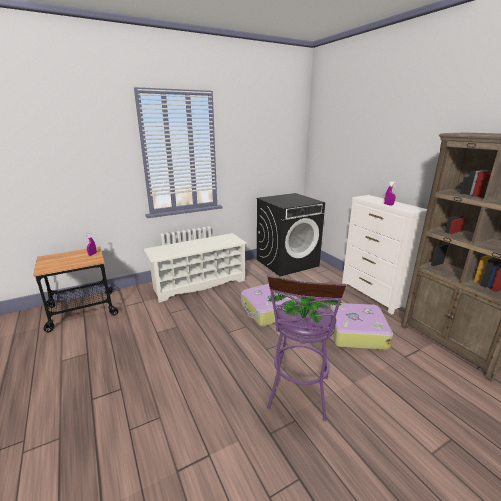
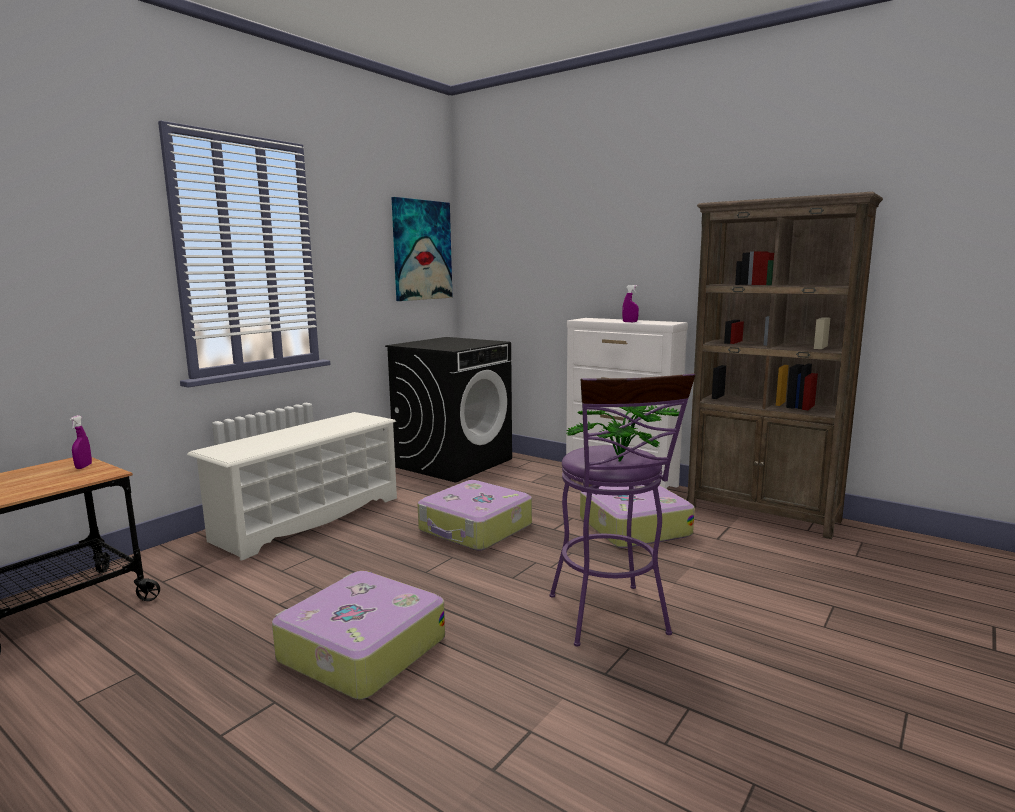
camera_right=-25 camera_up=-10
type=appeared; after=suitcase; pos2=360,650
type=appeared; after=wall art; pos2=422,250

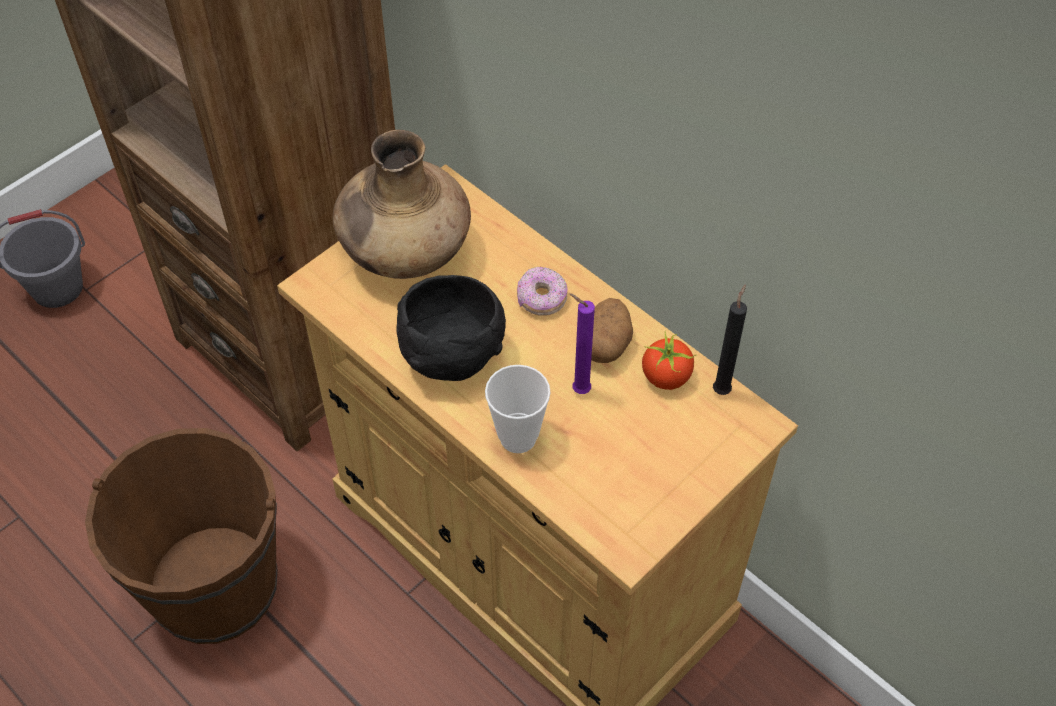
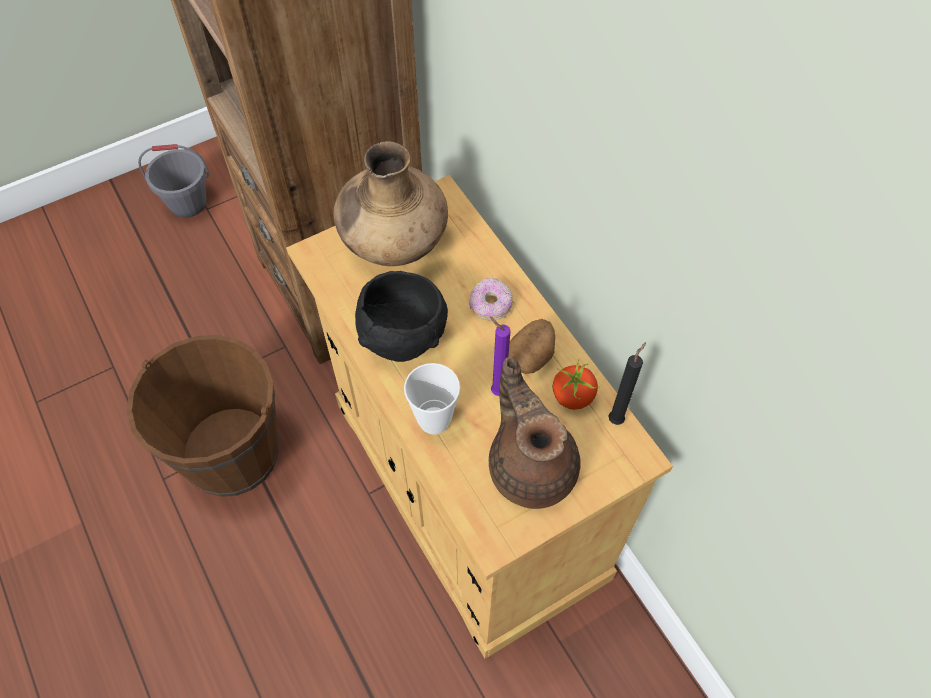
camera_right=15 camera_up=5
type=appeared; after=brown-coloured pot for tea; pos2=531,465

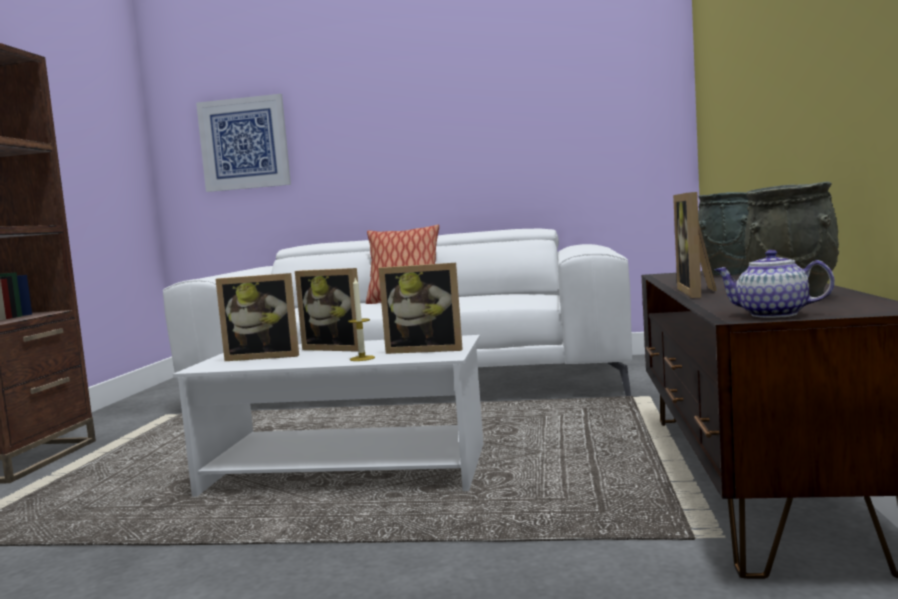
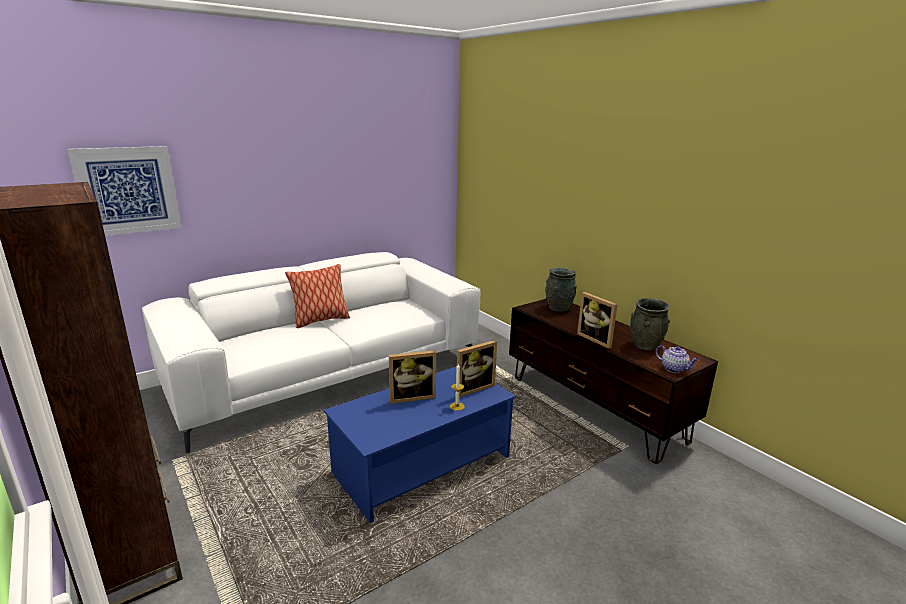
camera_right=-45 camera_up=15
type=missing; before=picture frame; pos1=264,356
type=colour; before=white lounge table; after=bluish lounge table; pos1=348,470; pos2=423,464
type=spun; before=pot for tea; pos1=771,314; pos2=674,369; turn=-120

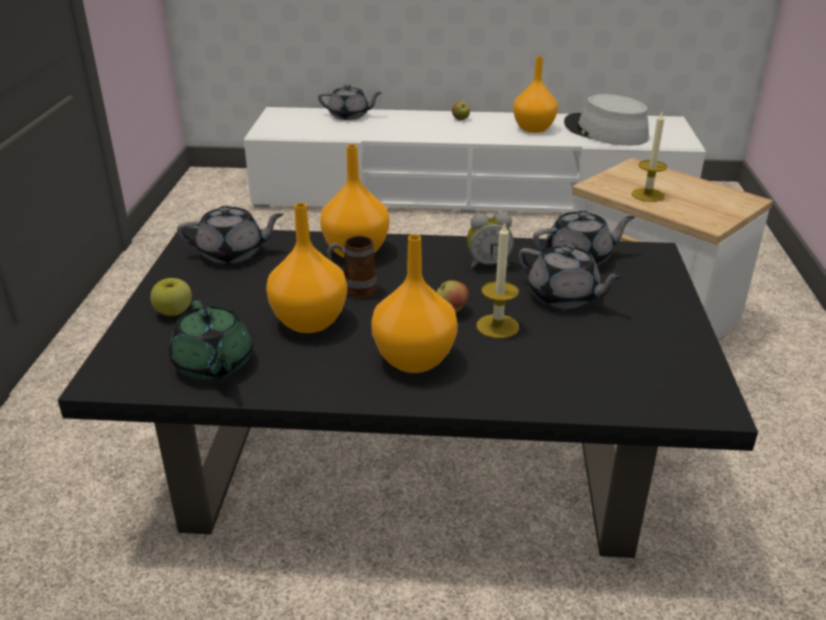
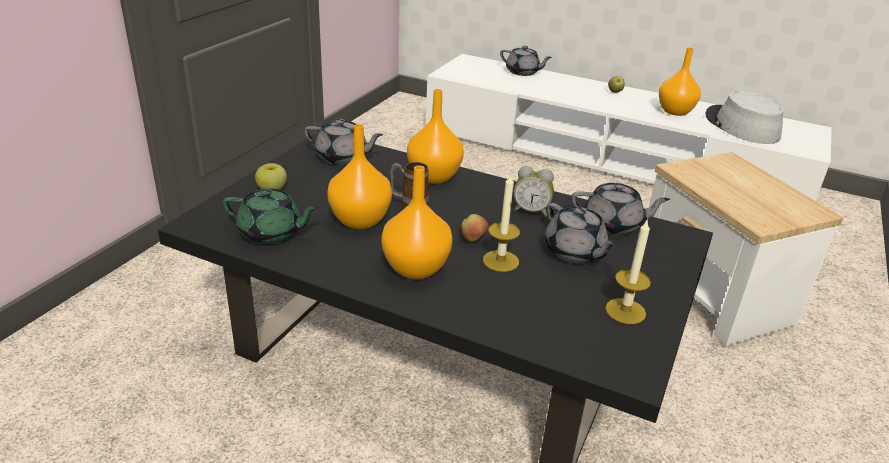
camera_right=20 camera_up=0
type=relocated; before=wax light; pos1=648,195; pos2=625,311
type=spun; before=greenish pot for tea; pos1=213,365; pos2=271,233; turn=-75

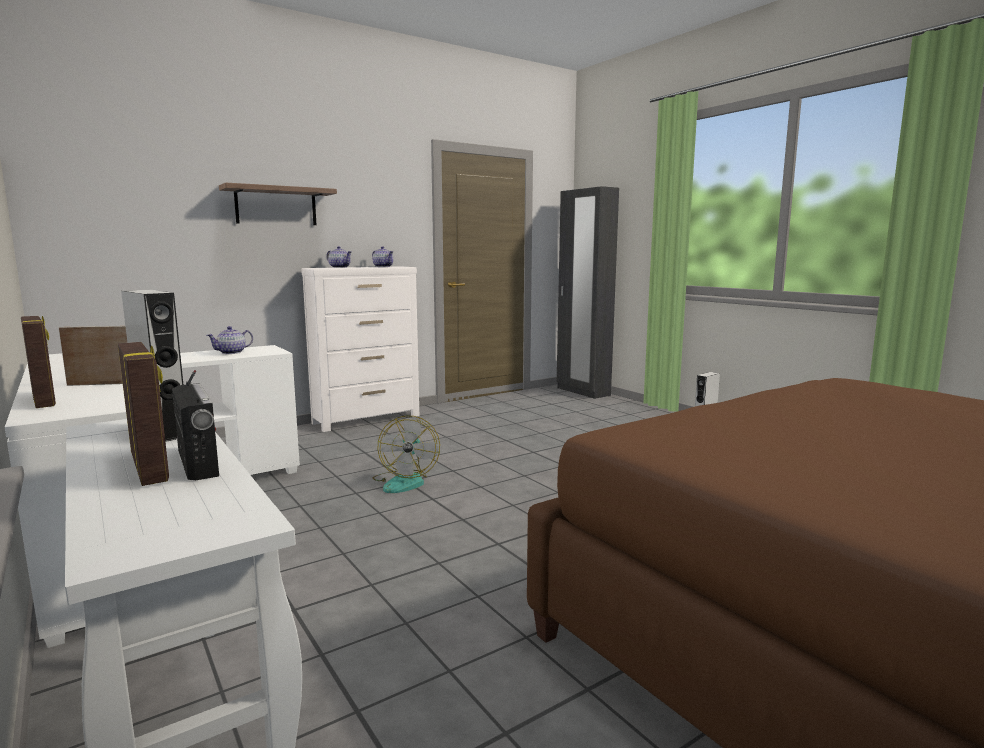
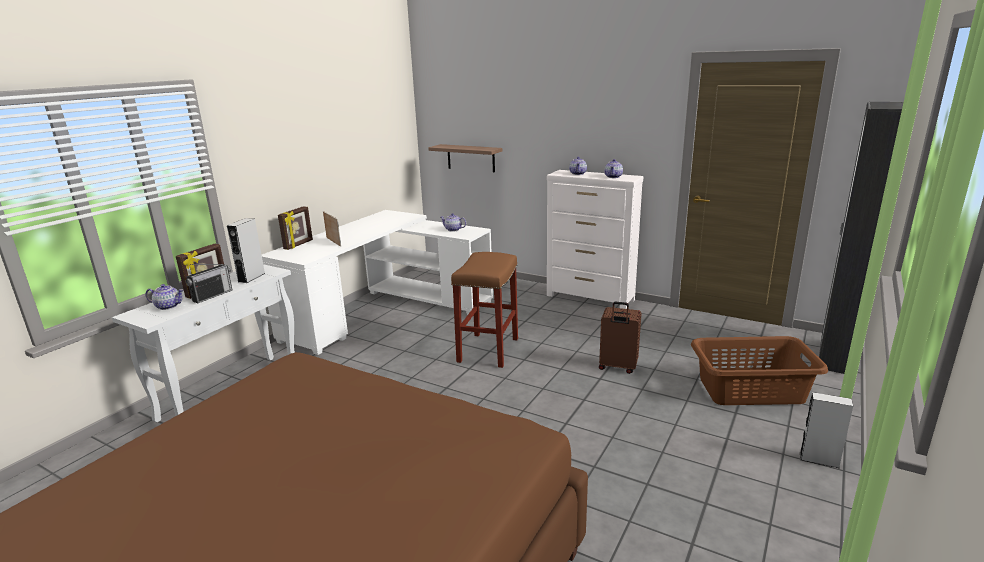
camera_right=65 camera_up=10
type=appeared; after=pot for tea; pos2=168,306
type=appeared; after=brown-coloured suitcase; pos2=617,367
type=appeared; after=brown-coloured washing basket; pos2=751,390
type=relocated; before=wall shelf; pos1=276,206; pos2=471,158
type=exchanged; before=electric fan; after=brown-coloured stool; pos1=405,481; pos2=488,350

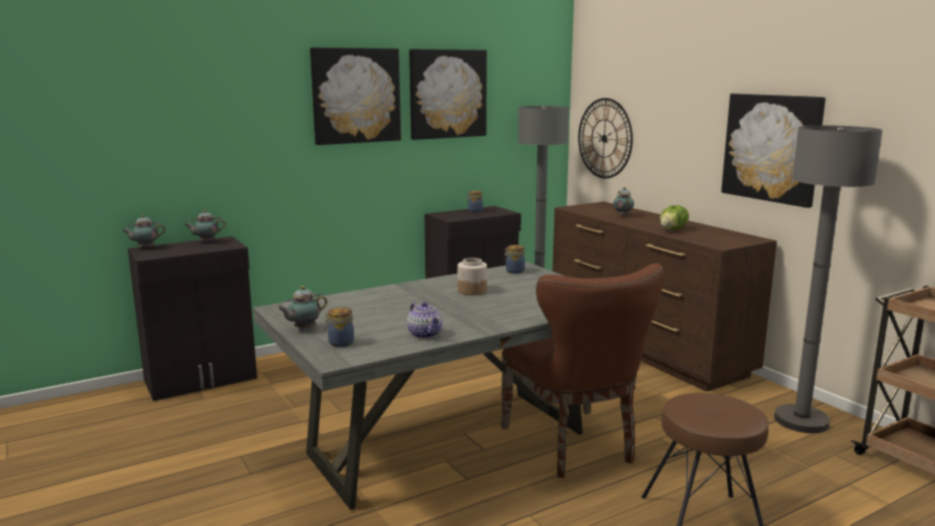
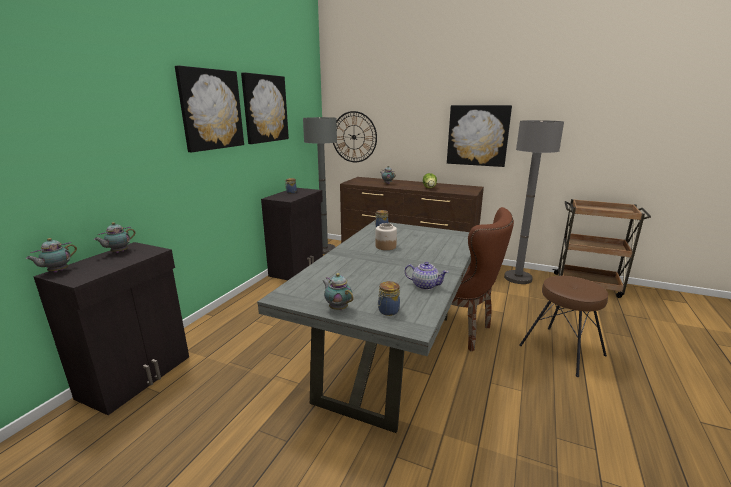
camera_right=-35 camera_up=5
type=spun; before=pot for tea; pos1=303,329; pos2=337,308; turn=120

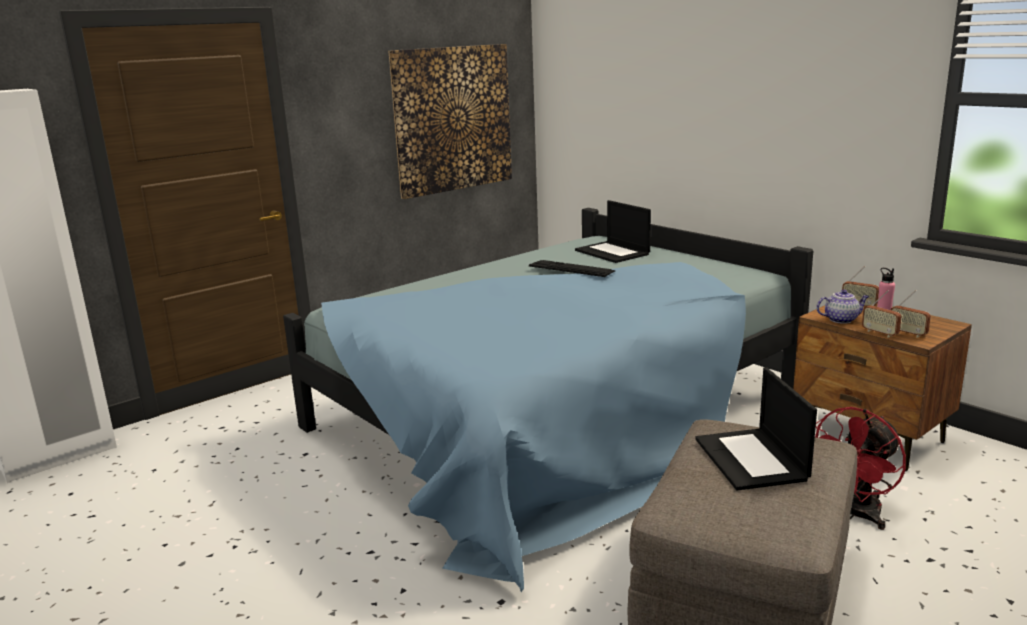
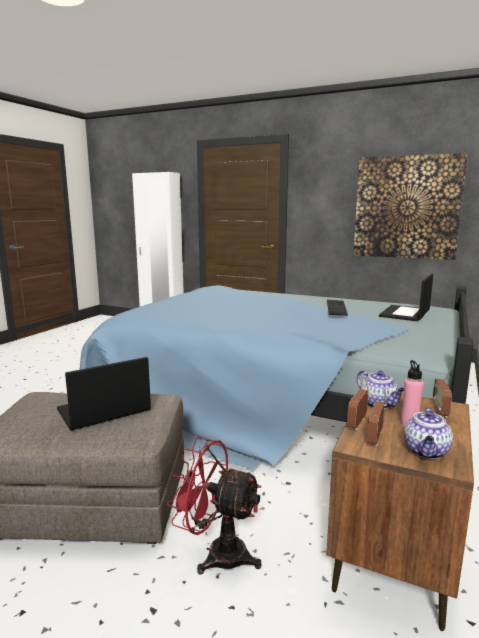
camera_right=65 camera_up=-5
type=appeared; after=pot for tea; pos2=426,452

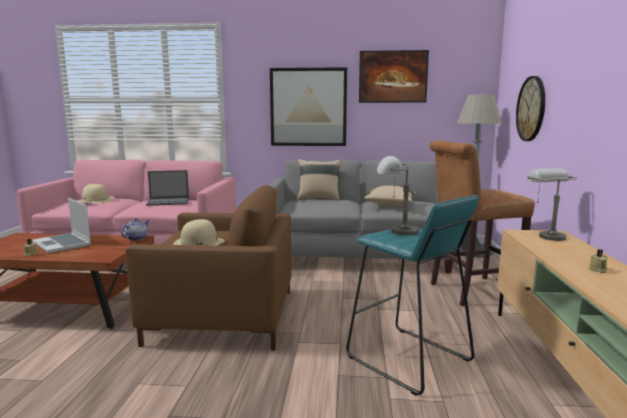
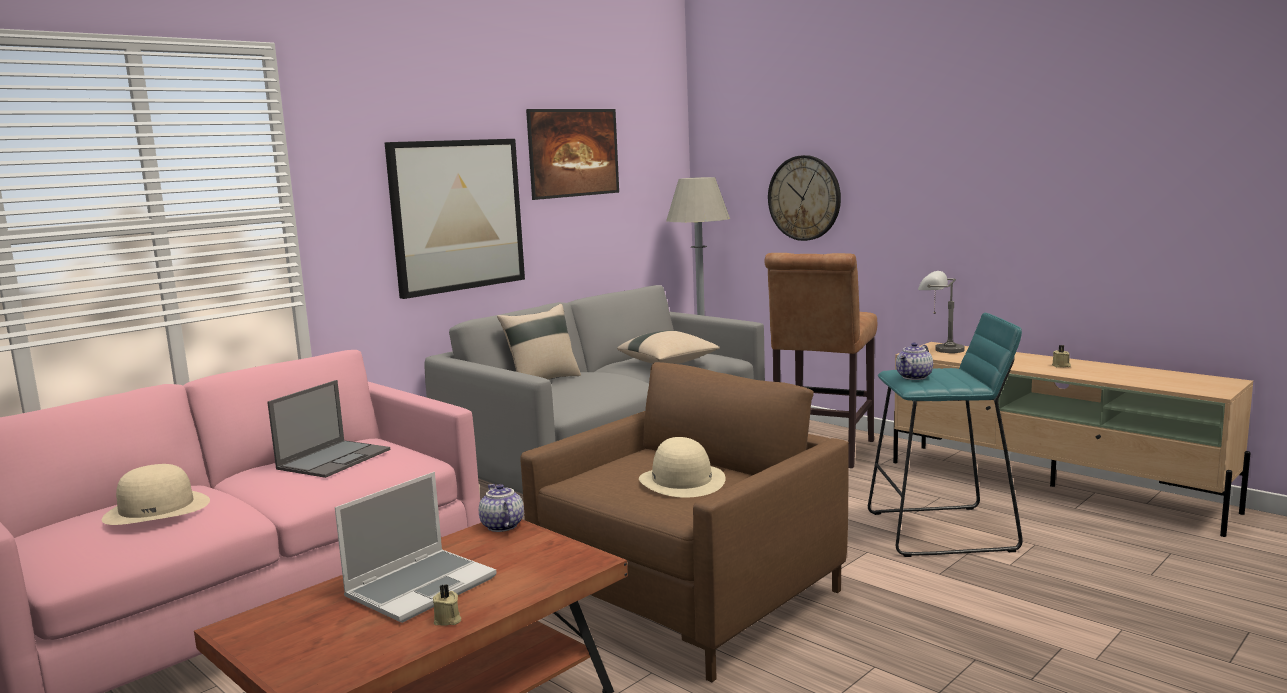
camera_right=-50 camera_up=0
type=exchanged; before=greyish lamp for a table; after=pot for tea; pos1=394,231; pos2=914,377
type=spun; before=notebook computer; pos1=63,244; pos2=421,586; turn=-45

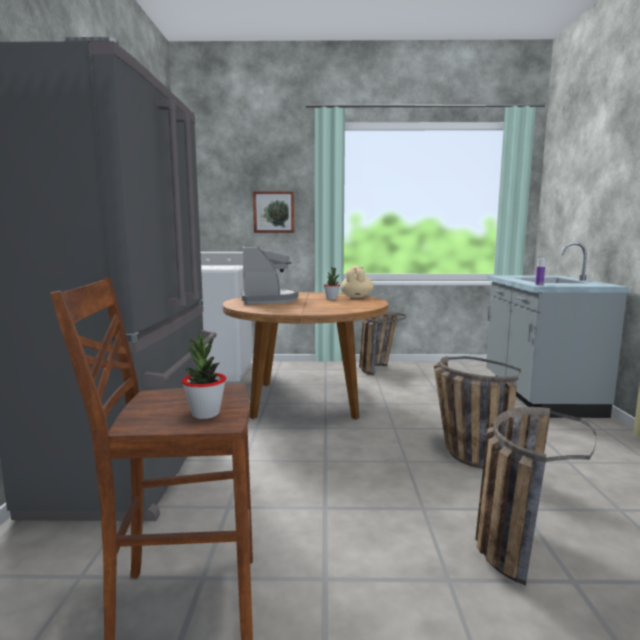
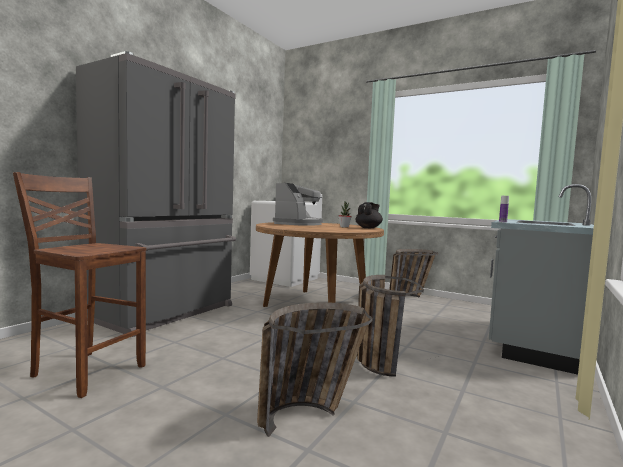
camera_right=30 camera_up=-5
type=missing; before=potted plant; pos1=205,414
type=missing; before=wall art; pos1=274,212
type=colour; before=beige-coloured pot for tea; after=black pot for tea; pos1=356,297; pos2=368,228

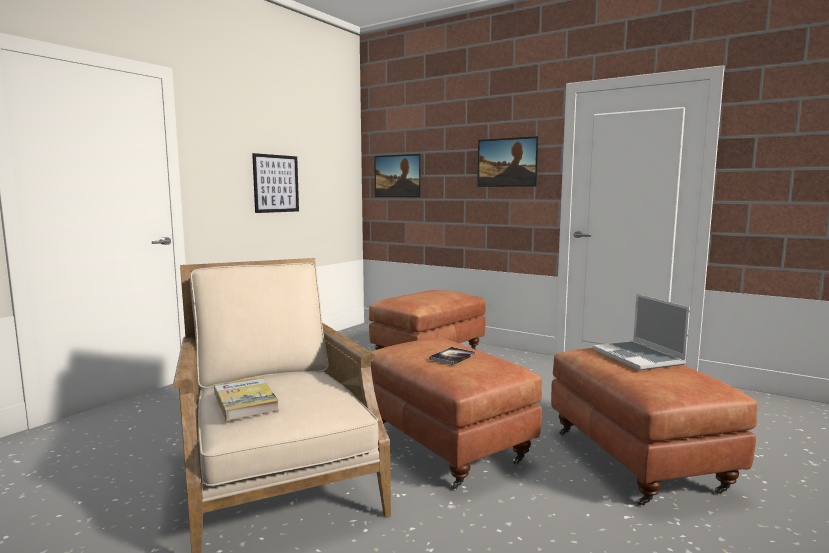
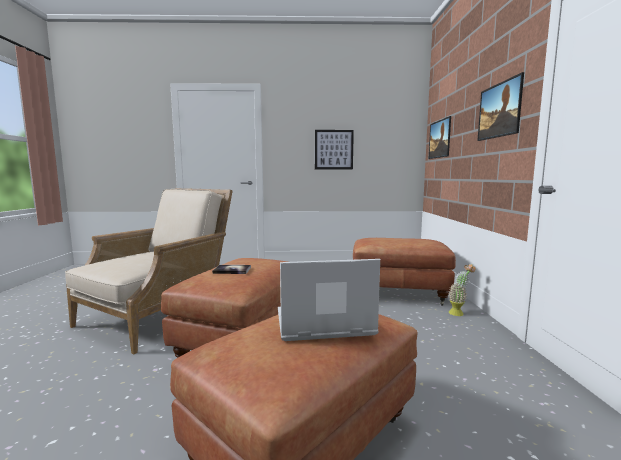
camera_right=55 camera_up=0
type=missing; before=volume; pos1=245,401
type=appeared; after=potted plant; pos2=459,313
type=spun; before=notebook computer; pos1=639,357; pos2=323,324; turn=45

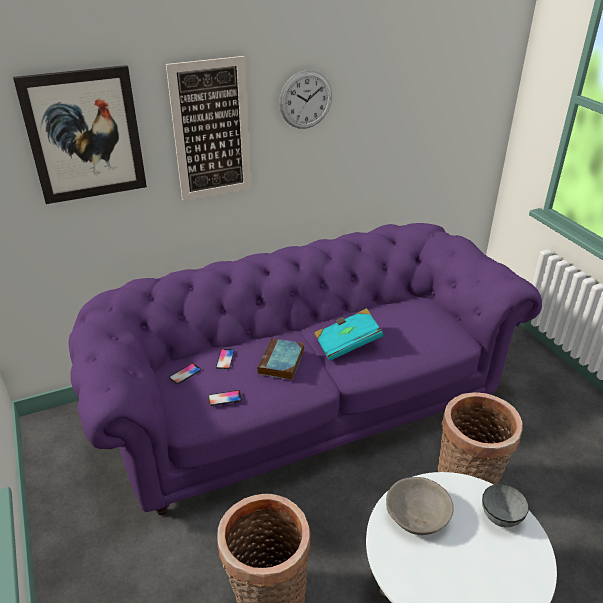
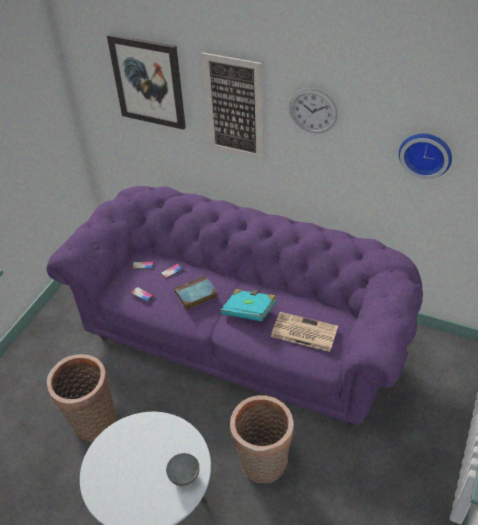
camera_right=50 camera_up=10
type=missing; before=greyish deep dish; pos1=417,515
type=appeared; after=newspaper; pos2=303,332
type=appeared; after=hanging clock; pos2=426,153

